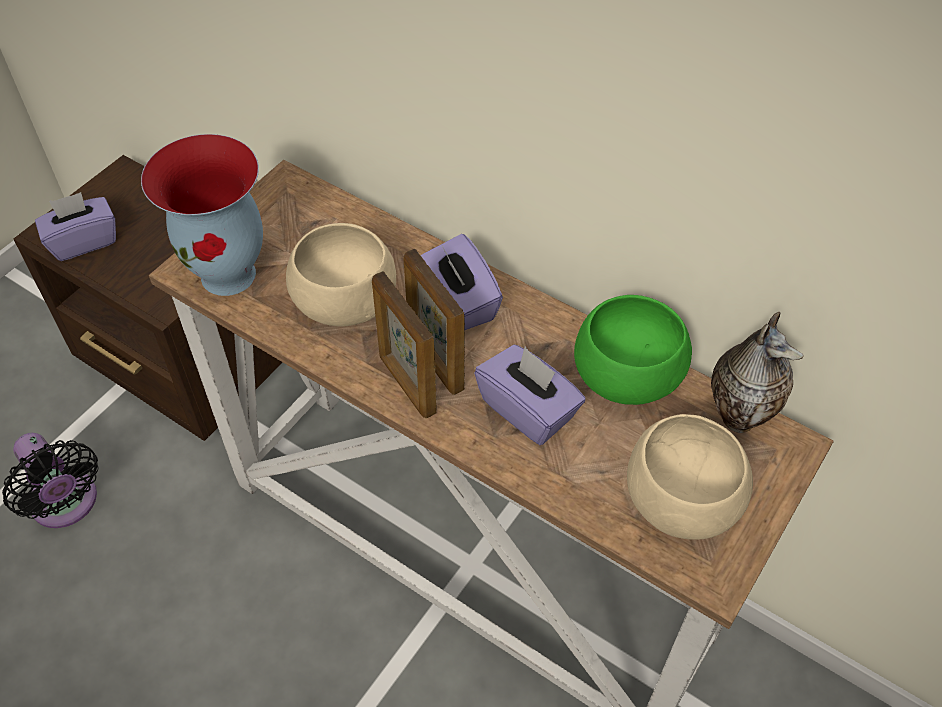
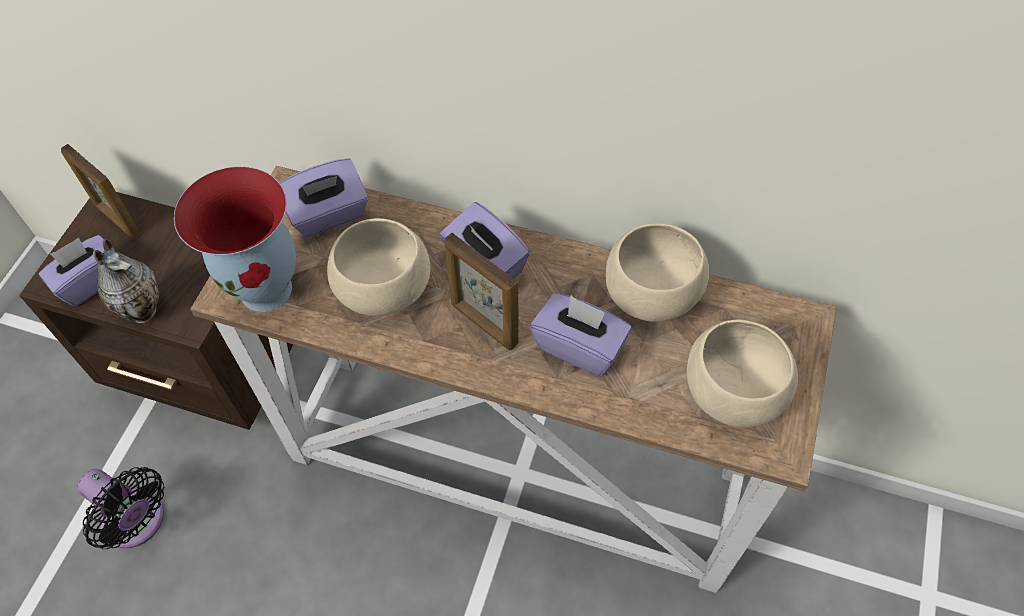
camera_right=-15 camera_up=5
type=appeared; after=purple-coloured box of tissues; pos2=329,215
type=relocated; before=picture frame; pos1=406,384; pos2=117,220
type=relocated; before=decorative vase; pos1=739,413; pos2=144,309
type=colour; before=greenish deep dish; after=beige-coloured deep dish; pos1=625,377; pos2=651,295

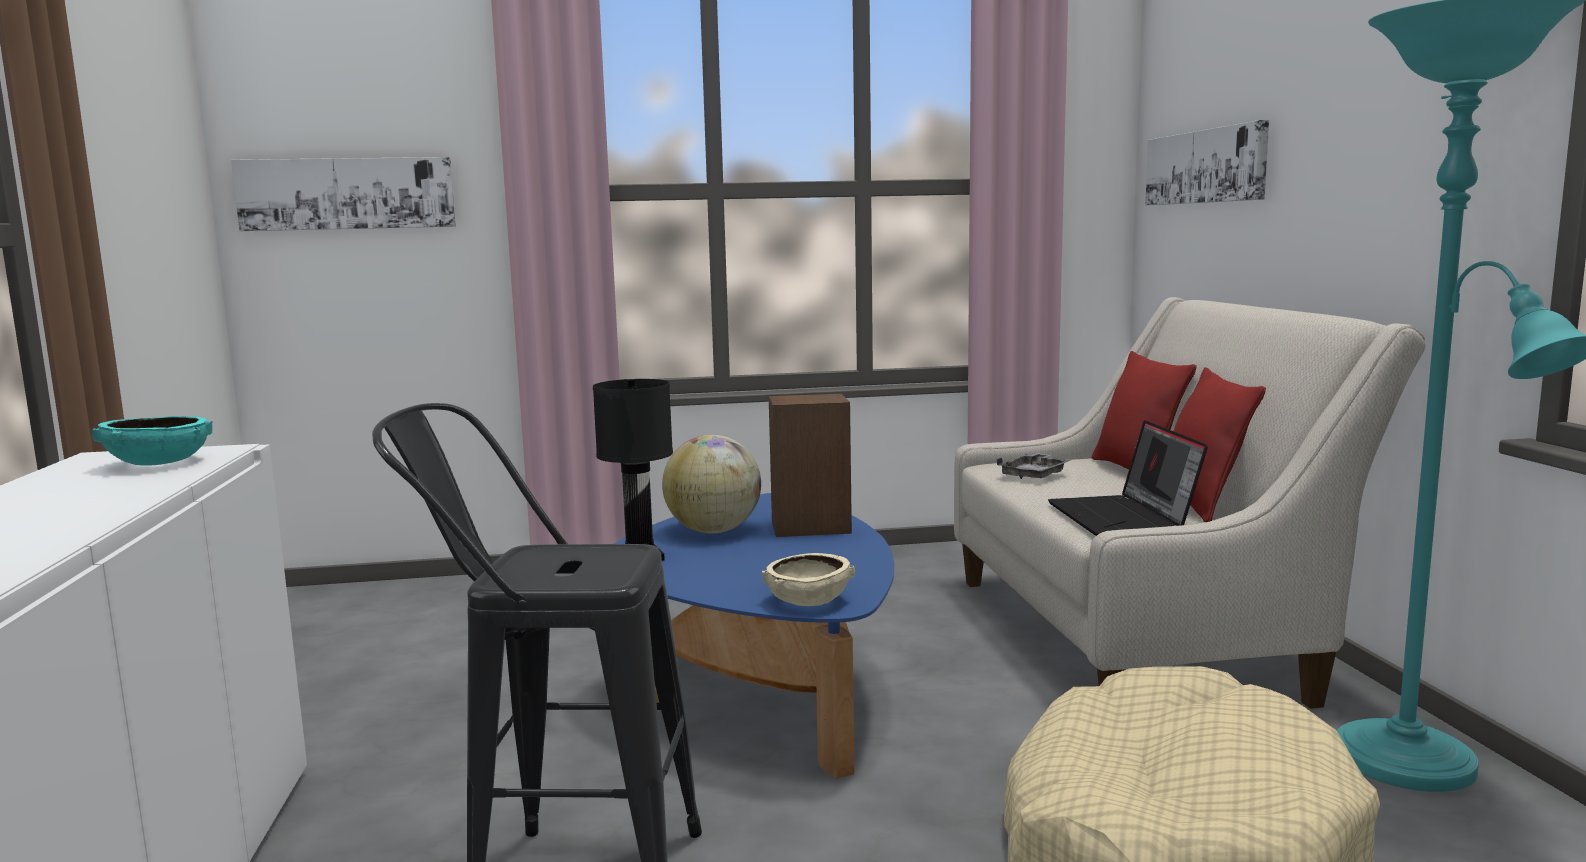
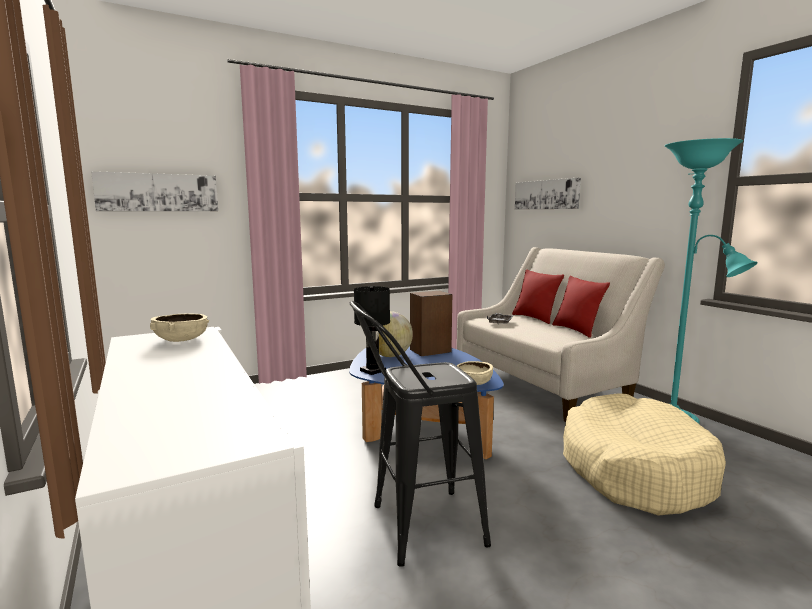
camera_right=-20 camera_up=0
type=missing; before=notebook computer; pos1=1124,518
type=colour; before=turquoise-coloured deep dish; after=beige-coloured deep dish; pos1=158,463; pos2=181,340

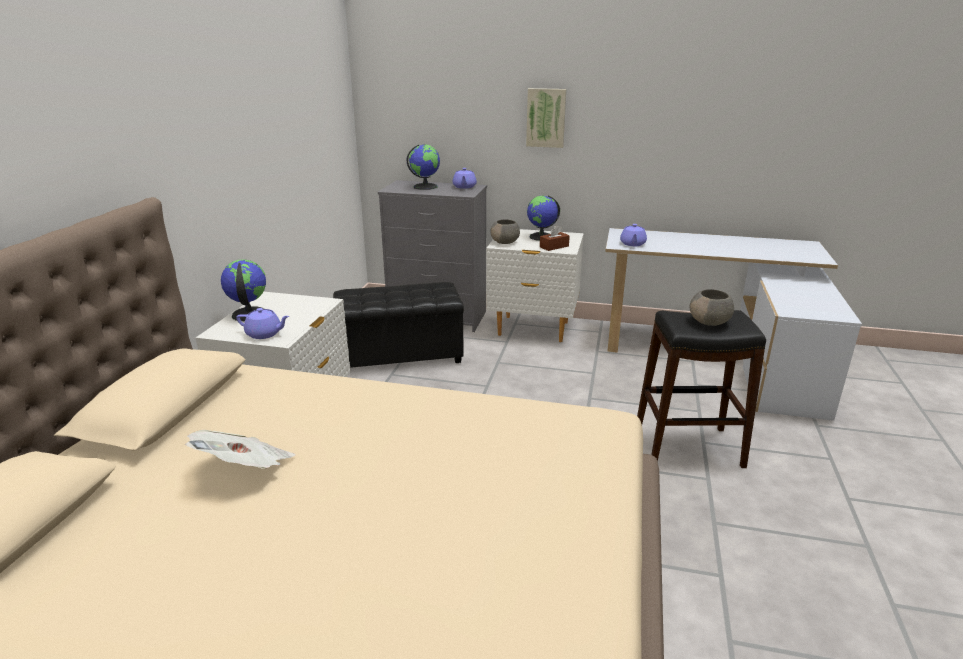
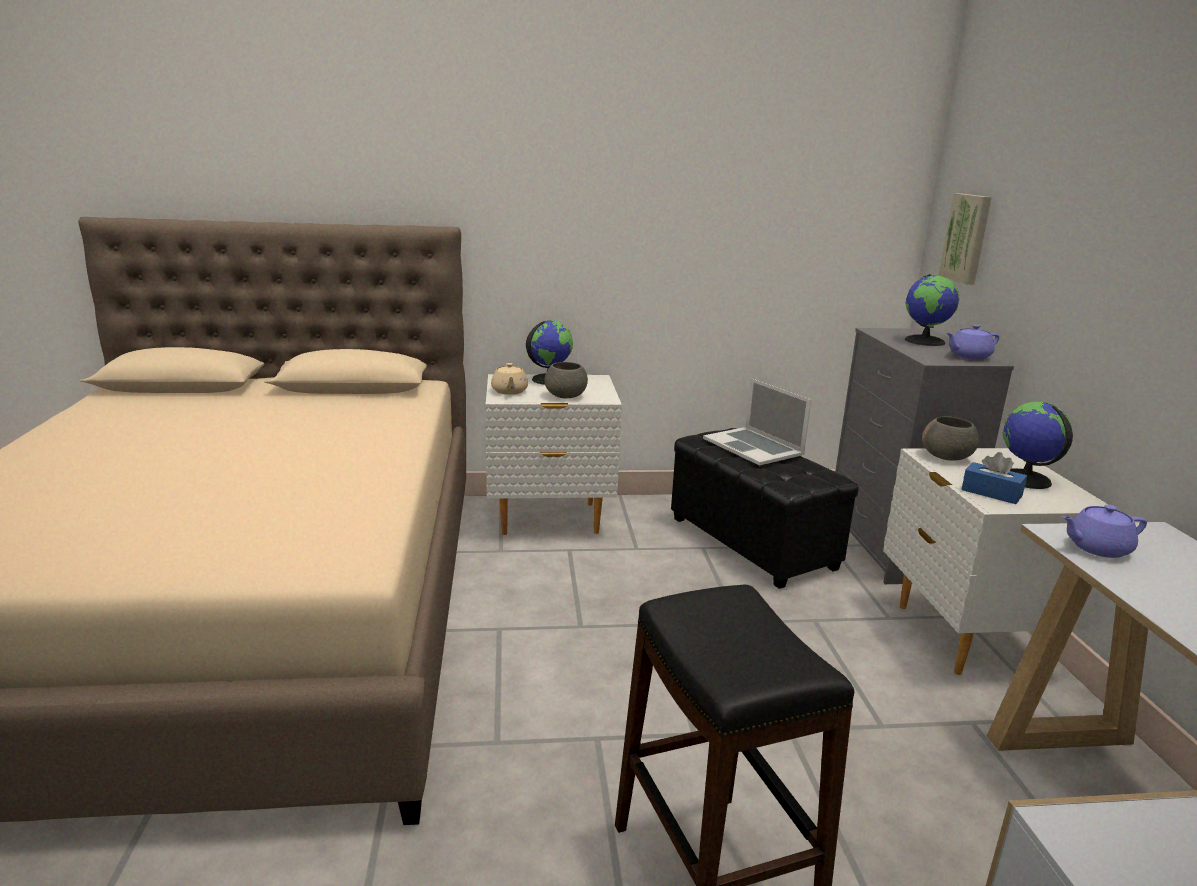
camera_right=70 camera_up=-5
type=missing; before=newspaper; pos1=246,469
type=appeared; after=notebook computer; pos2=753,446
type=relocated; before=wall art; pos1=546,117; pos2=967,238
type=relocated; before=greyish deep dish; pos1=710,322; pos2=566,396
type=colour; before=purple-coloured pot for tea; after=beige-coloured pot for tea; pos1=264,334; pos2=509,391
type=colour; before=brown-coloured box of tissues; after=bluish box of tissues; pos1=554,246; pos2=991,493

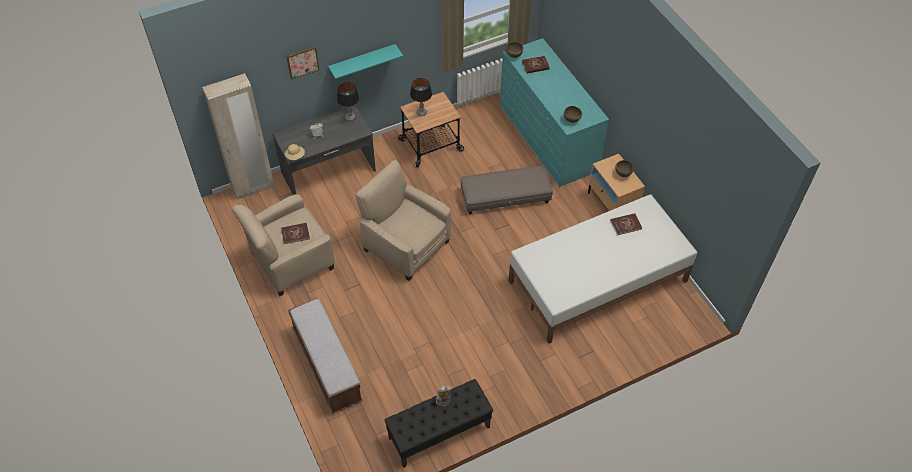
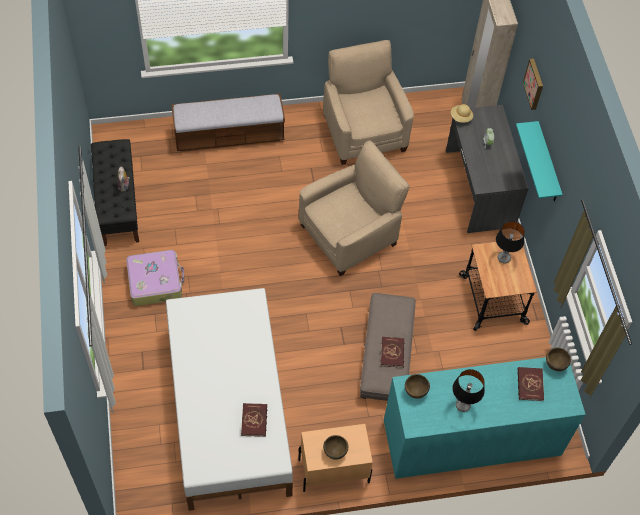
camera_right=105 camera_up=5
type=appeared; after=suitcase; pos2=155,282
type=relocated; before=red-coloured volume; pos1=295,234; pos2=392,353
type=relocated; before=lamp for a table; pos1=350,117; pos2=462,405

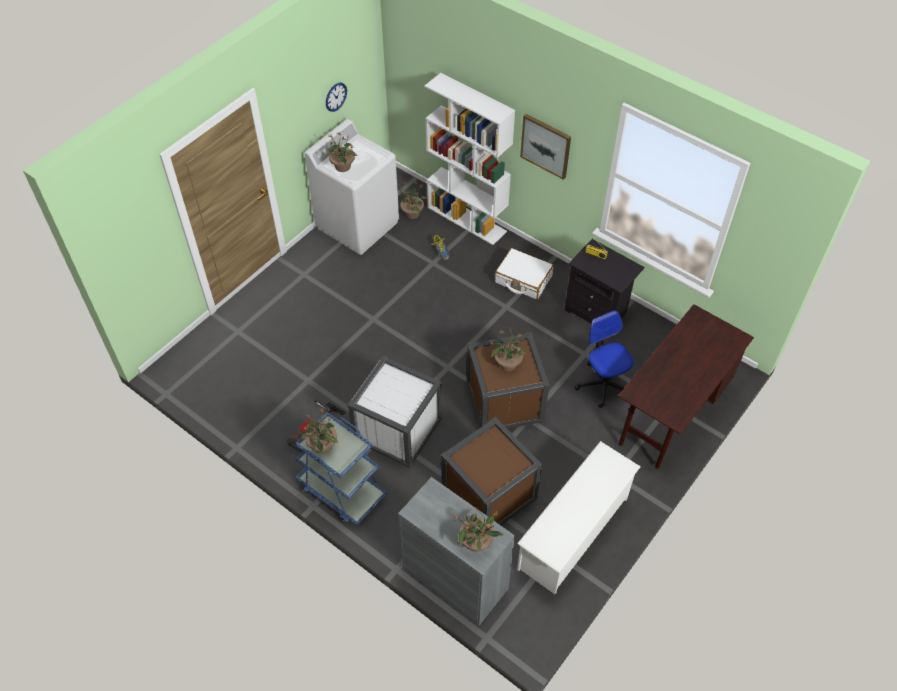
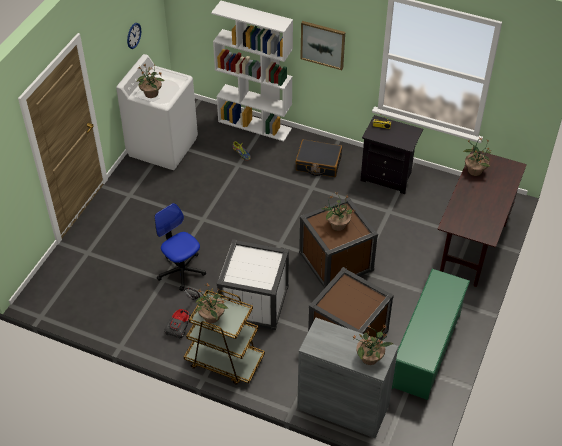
camera_right=-15 camera_up=-5
type=relocated; before=potted plant; pos1=412,213; pos2=474,170
type=relocated; before=desk chair; pos1=603,384; pos2=181,270
type=colour; before=bluish trolley; after=brown-coloured trolley; pos1=342,491; pos2=224,361
type=colour; before=white suitcase; after=black suitcase; pos1=523,279; pos2=318,163
type=colour; before=white shoe shelf; after=greenish shoe shelf; pos1=573,533; pos2=426,350

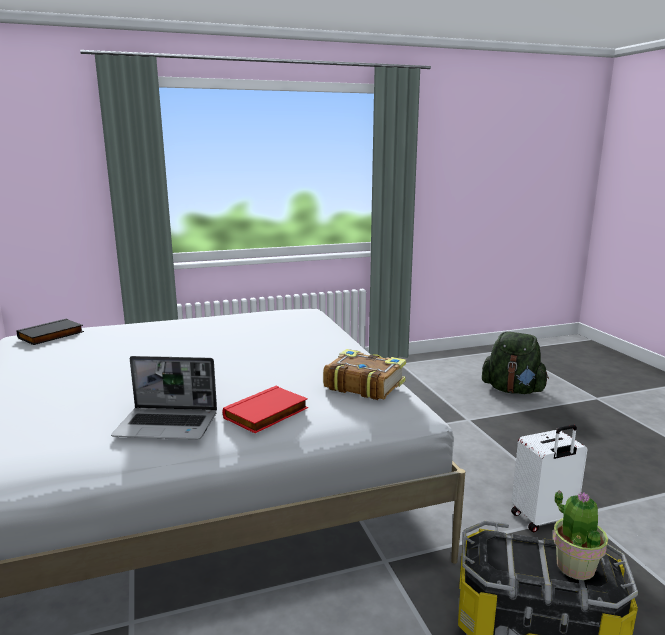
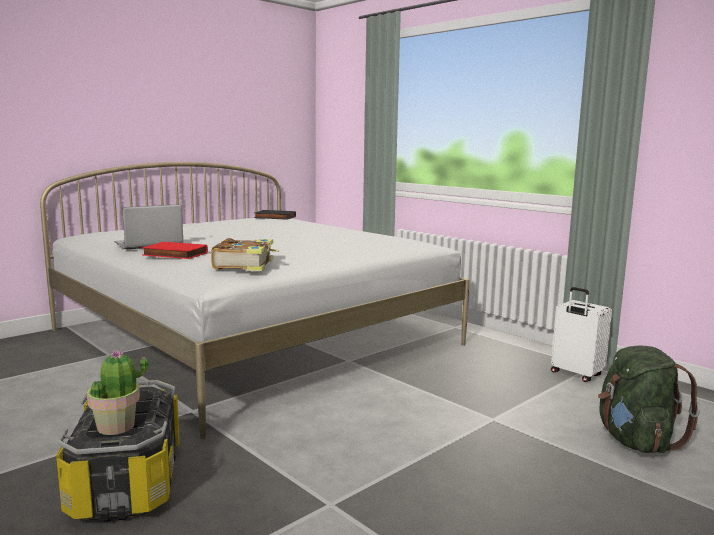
camera_right=65 camera_up=-5
type=relocated; before=white suitcase; pos1=543,518; pos2=576,374
type=spun; before=notebook computer; pos1=168,425; pos2=148,244; turn=75

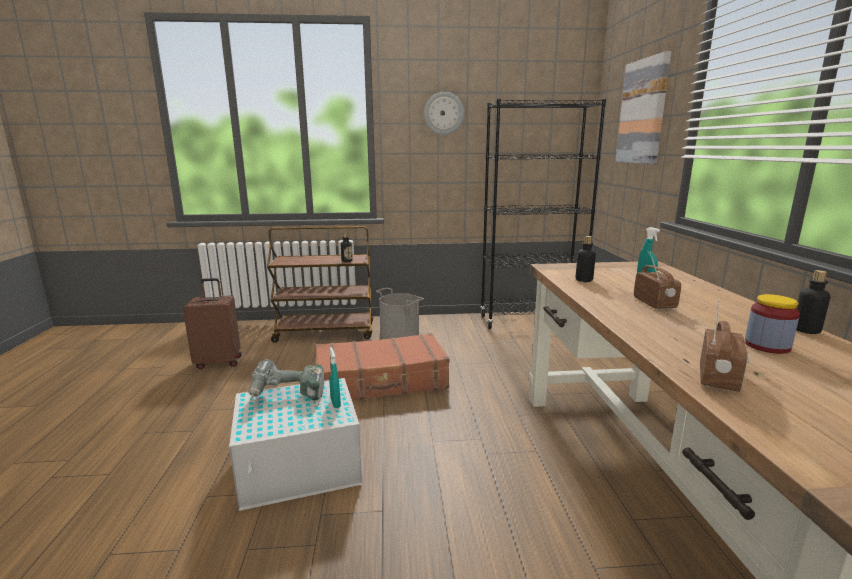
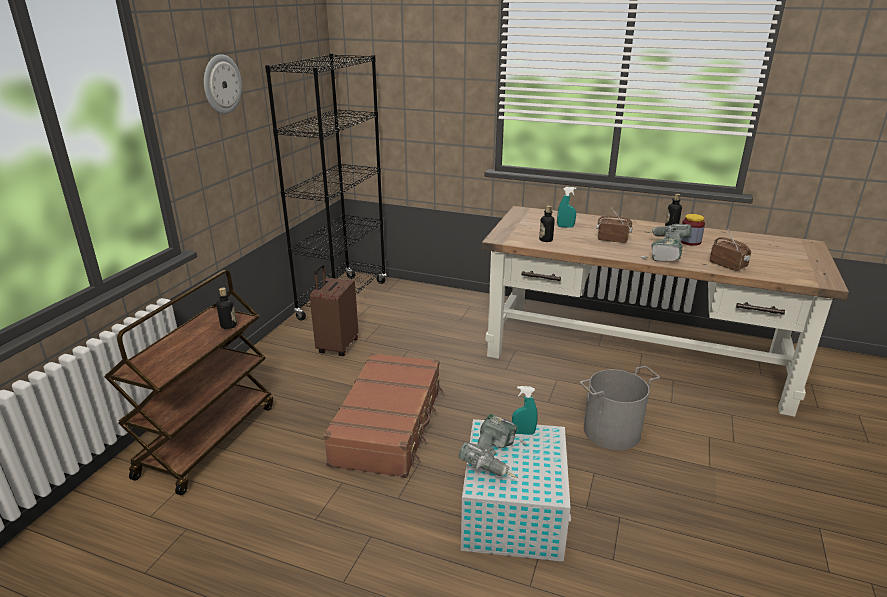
camera_right=-65 camera_up=10
type=missing; before=wall art; pos1=643,112
type=appeared; after=power drill; pos2=663,252
type=relocated; before=brown-coloured suitcase; pos1=219,362; pos2=337,346
type=relocated; before=greyish pail; pos1=399,335; pos2=612,432

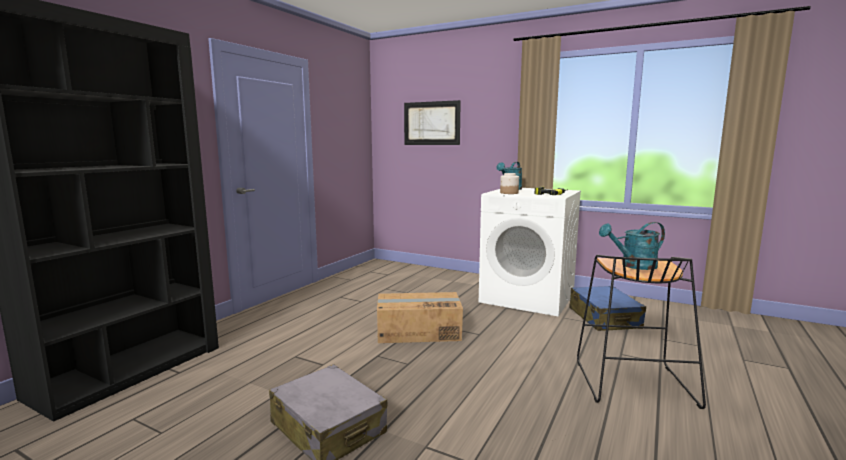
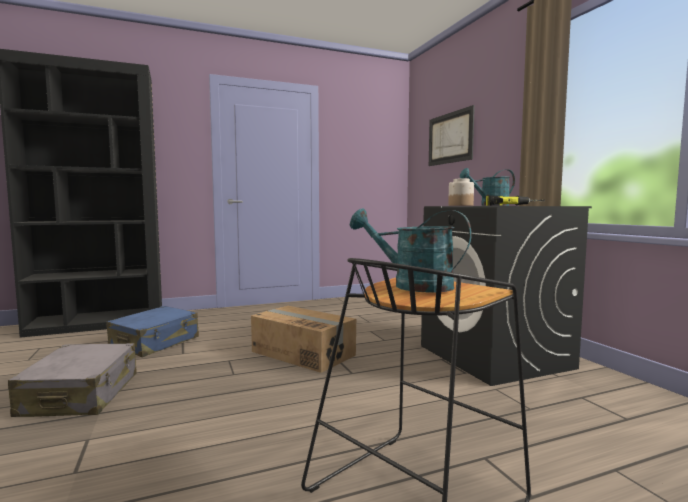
camera_right=40 camera_up=-5
type=relocated; before=bluish suitcase; pos1=604,318; pos2=155,342
type=colour; before=white washing machine; after=black washing machine; pos1=528,297; pos2=495,357

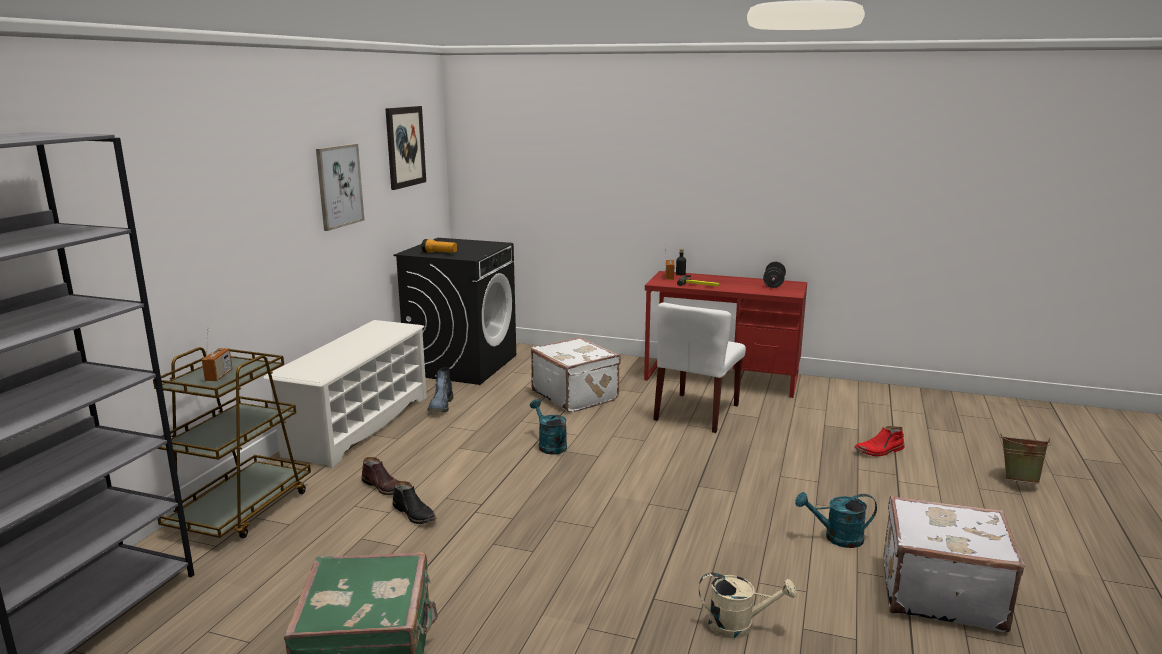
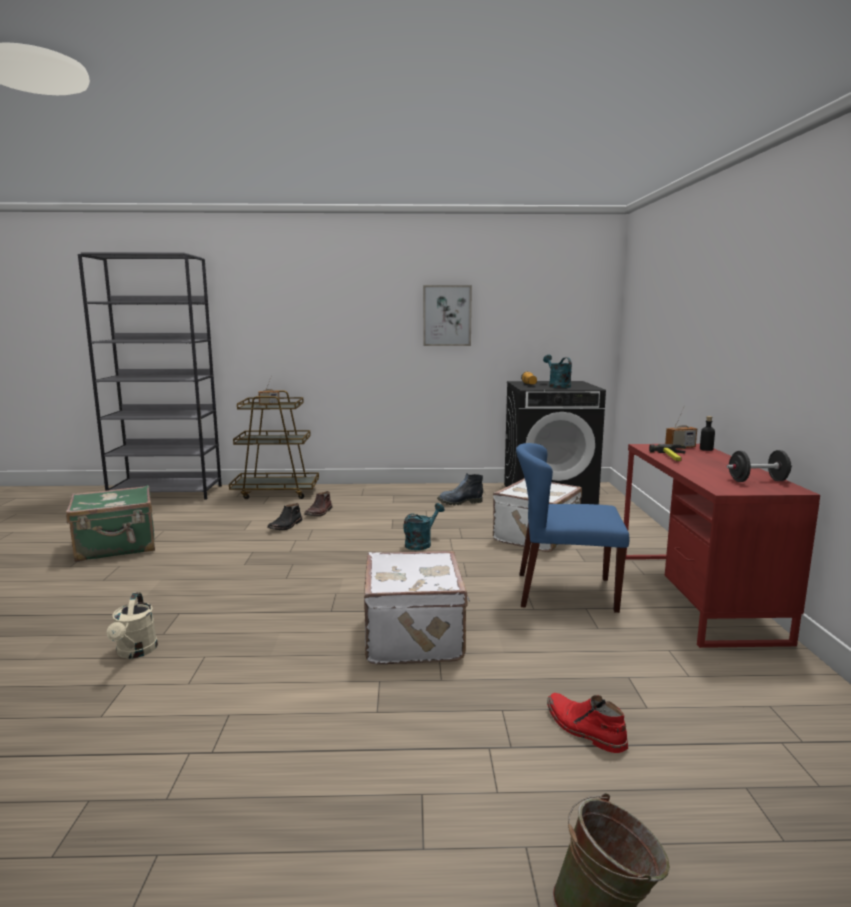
camera_right=70 camera_up=-5
type=missing; before=white shoe shelf; pos1=358,425
type=missing; before=wall art; pos1=405,147
type=relocated; before=turquoise-coloured watering can; pos1=837,538; pos2=557,386
type=relocated; before=white suitcase; pos1=940,593; pos2=415,636
type=colour; before=white plain chair; after=bluish plain chair; pos1=697,413; pos2=565,592

